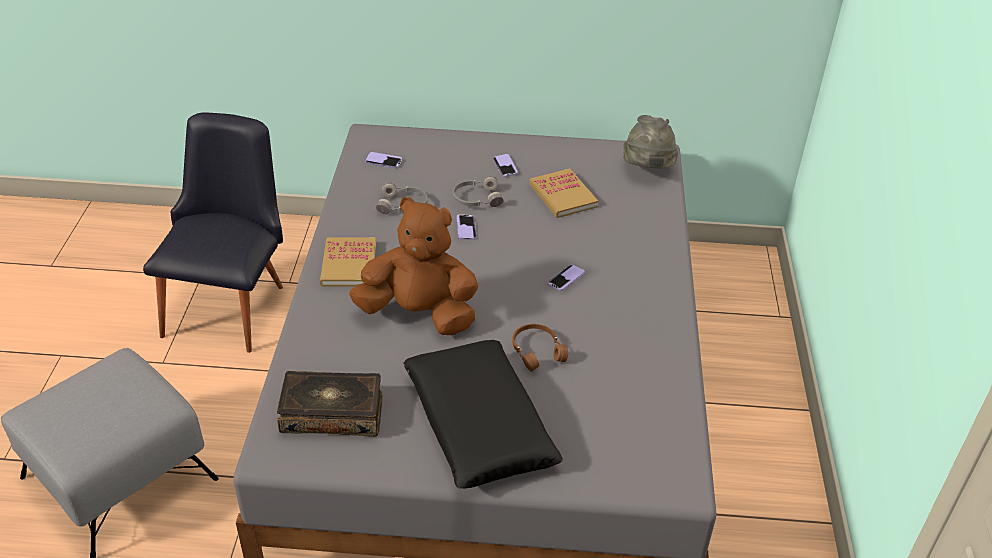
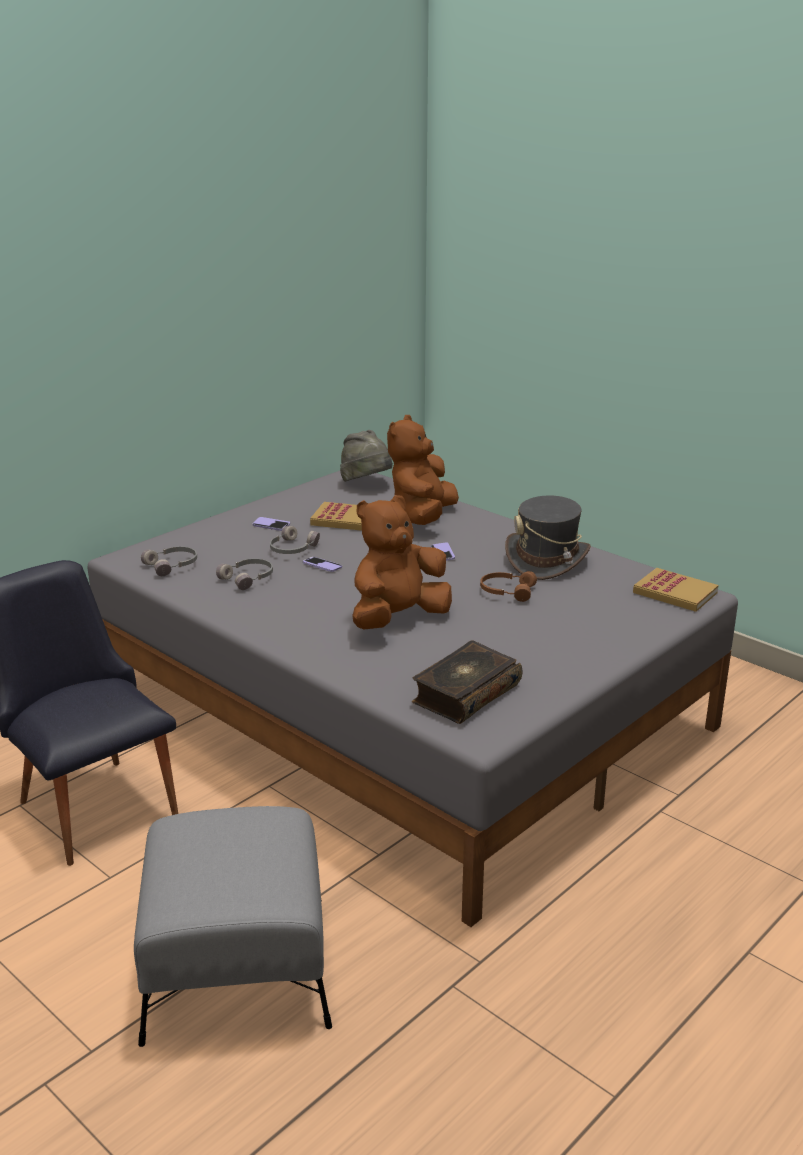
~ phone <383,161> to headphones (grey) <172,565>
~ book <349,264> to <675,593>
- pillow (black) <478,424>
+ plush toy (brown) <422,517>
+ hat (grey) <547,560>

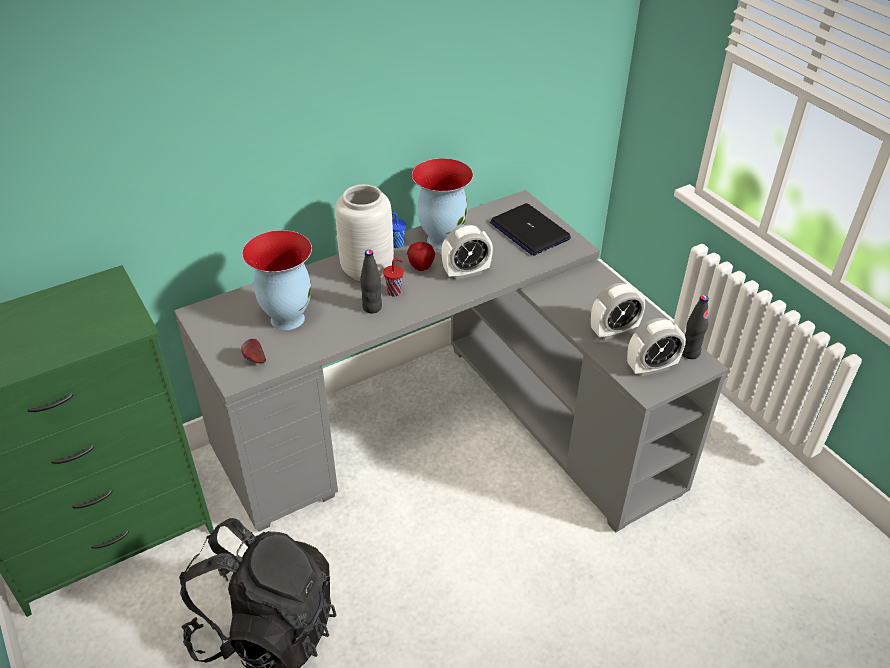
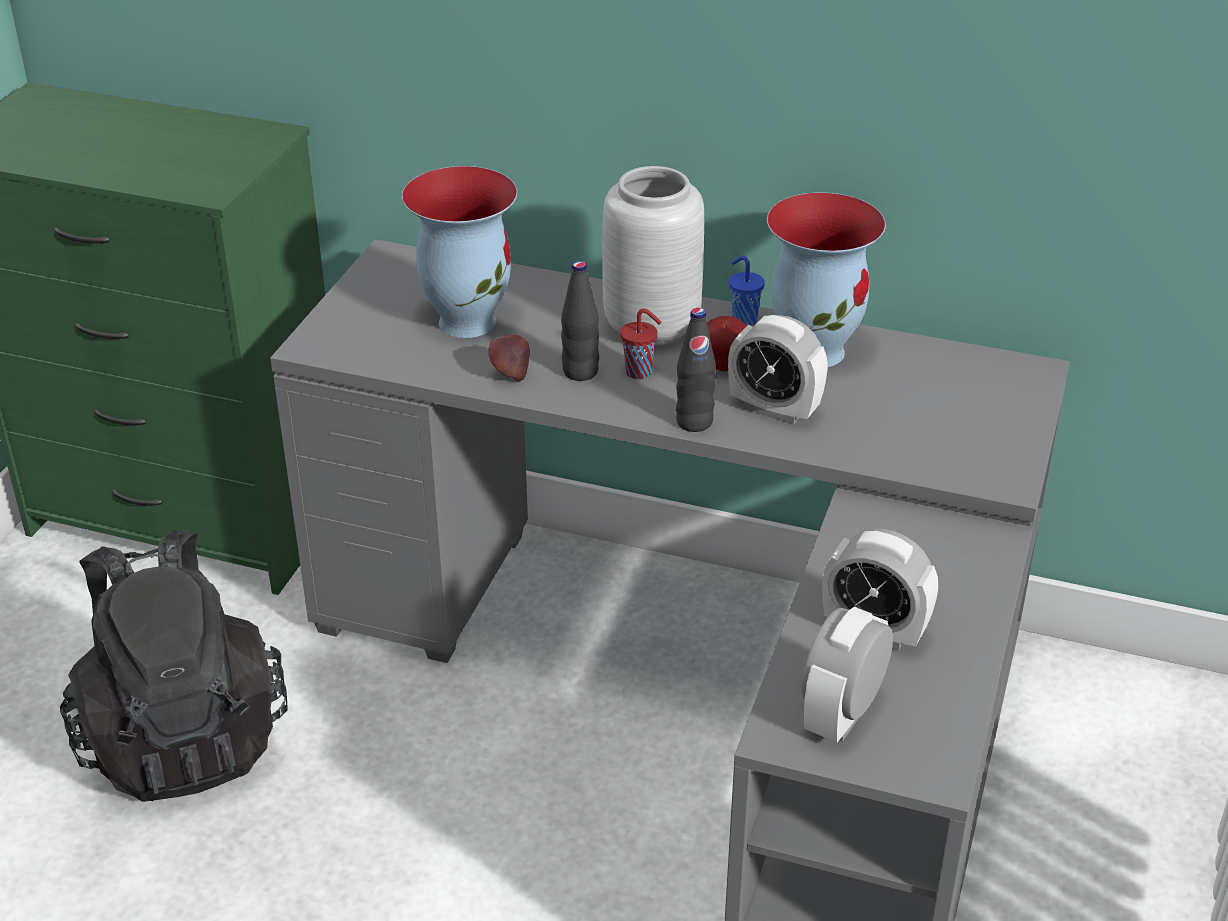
- laptop <529,231>
~ bottle (black) <689,353> to <694,422>
~ alarm clock <651,367> = <842,715> 90 degrees clockwise
~ apple <254,361> to <510,373>

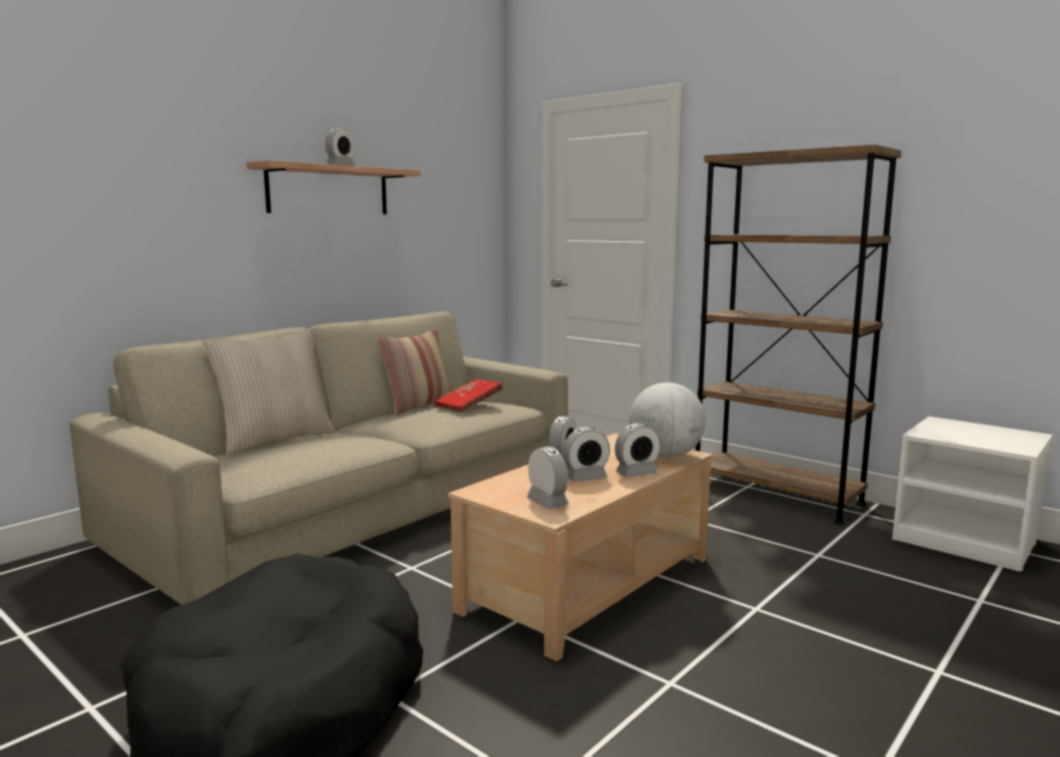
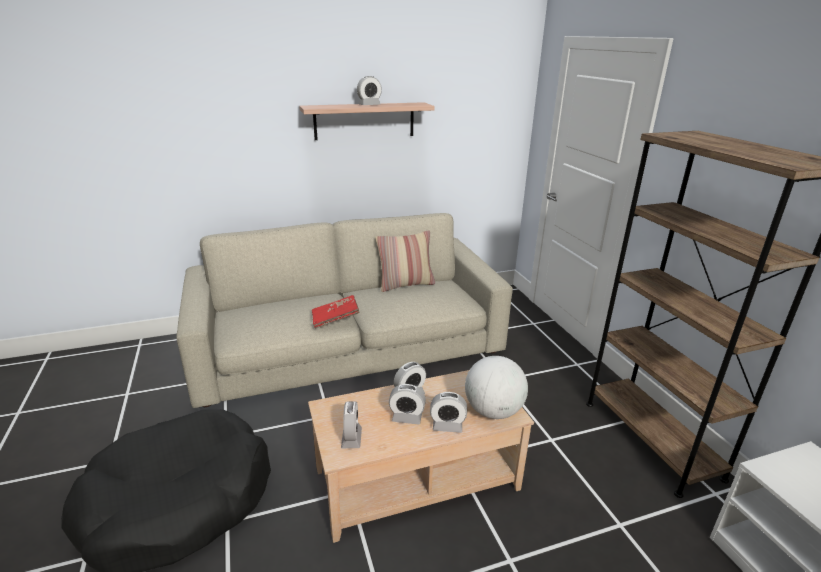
- pillow (beige) <275,439>
~ book (red) <469,406> to <335,319>

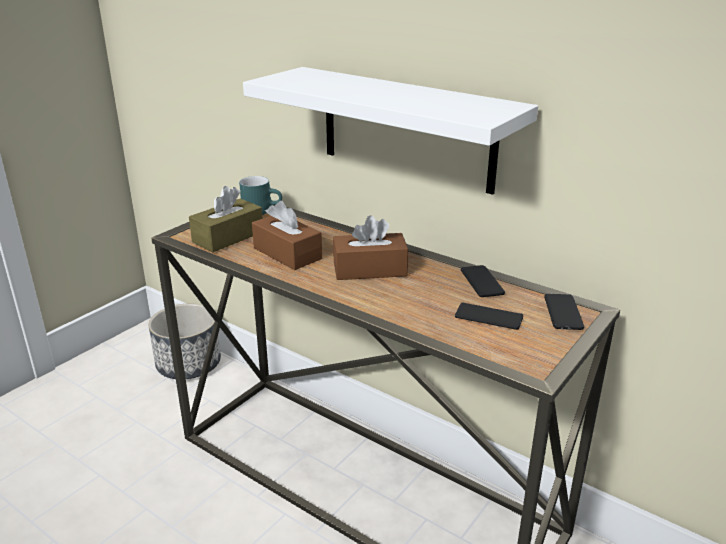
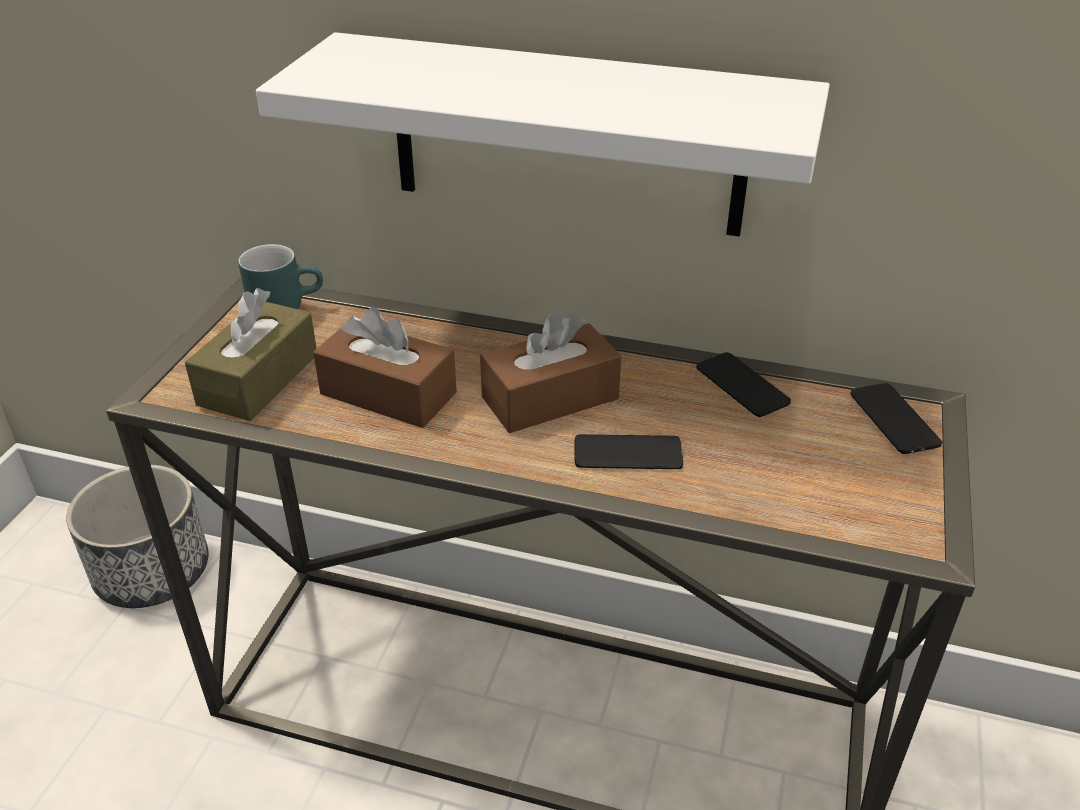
~ phone <488,317> to <628,453>

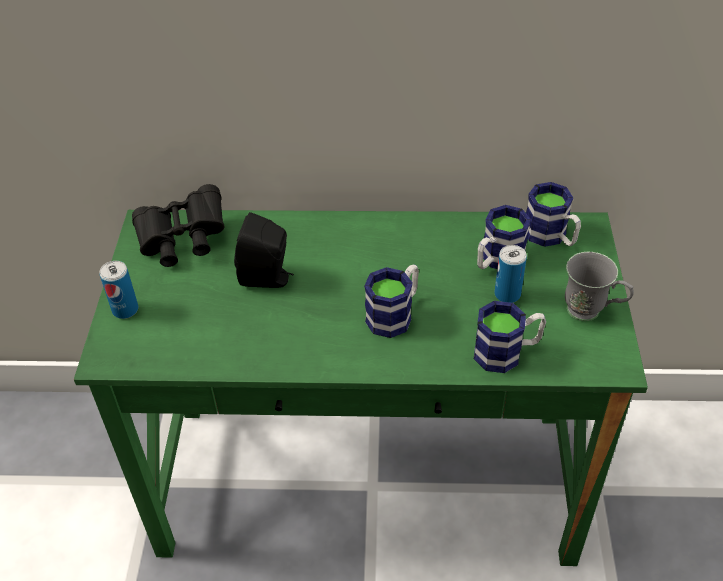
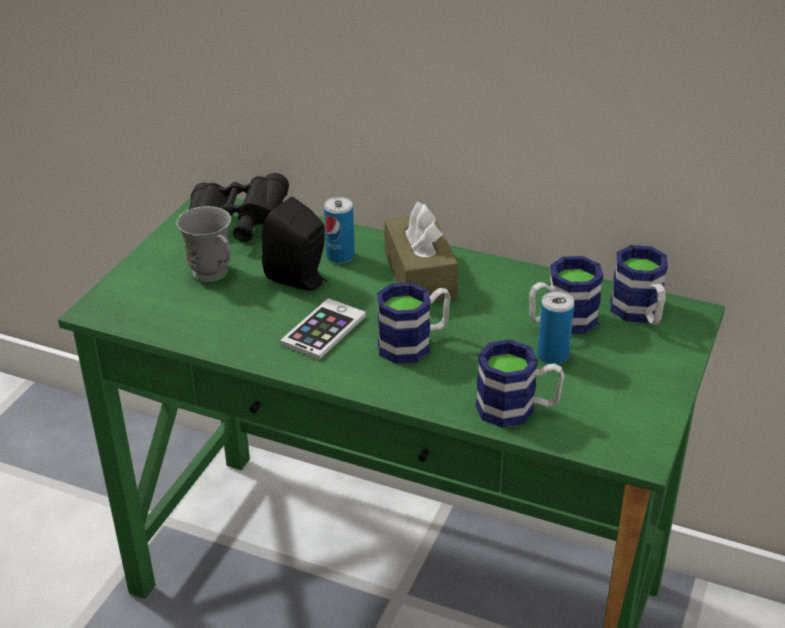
~ mug (grey) <591,313> to <215,277>
~ can <125,310> to <340,256>
+ tissue box (brown) <420,276>
+ phone <324,330>

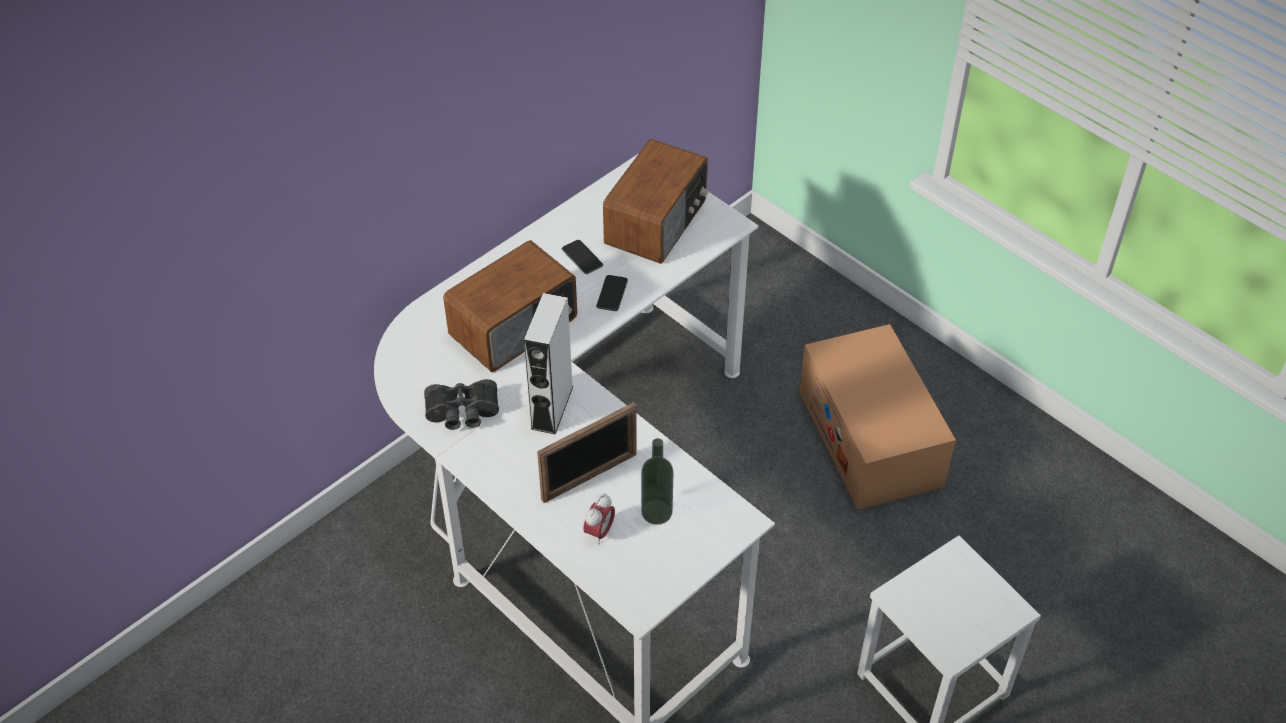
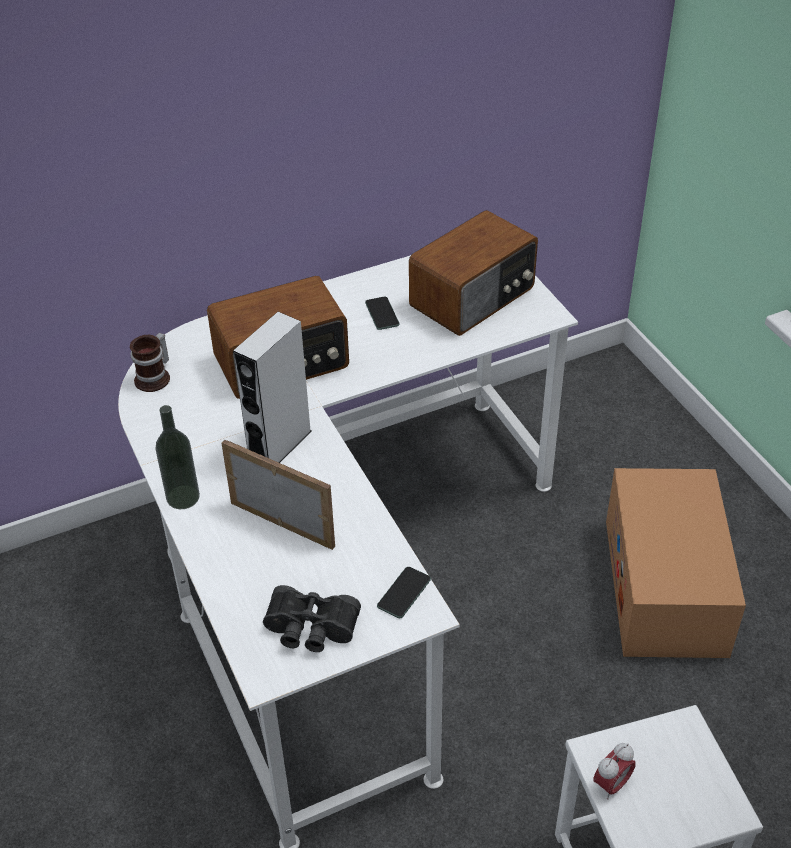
~ phone <612,293> to <404,593>
~ binoculars (black) <462,414> to <310,630>
~ picture frame <589,477> = <282,524> 135 degrees counterclockwise
~ bottle <656,512> to <183,497>
~ alarm clock <599,532> to <611,784>
+ mug <156,378>

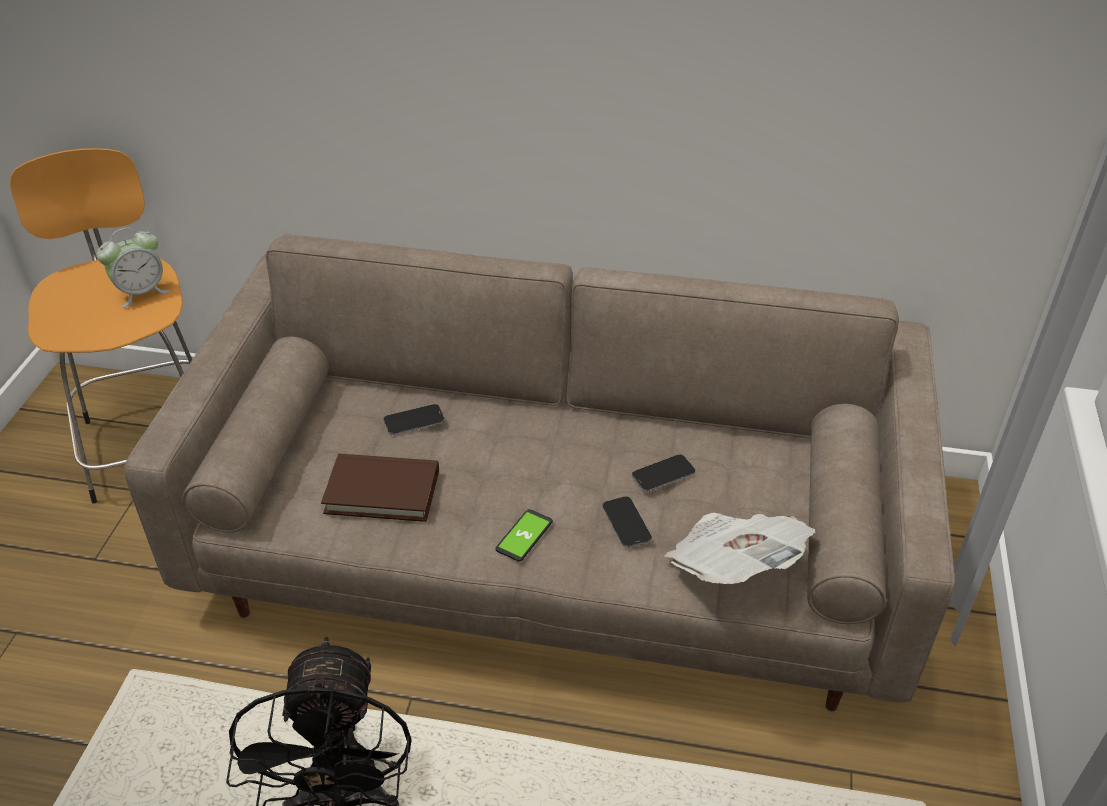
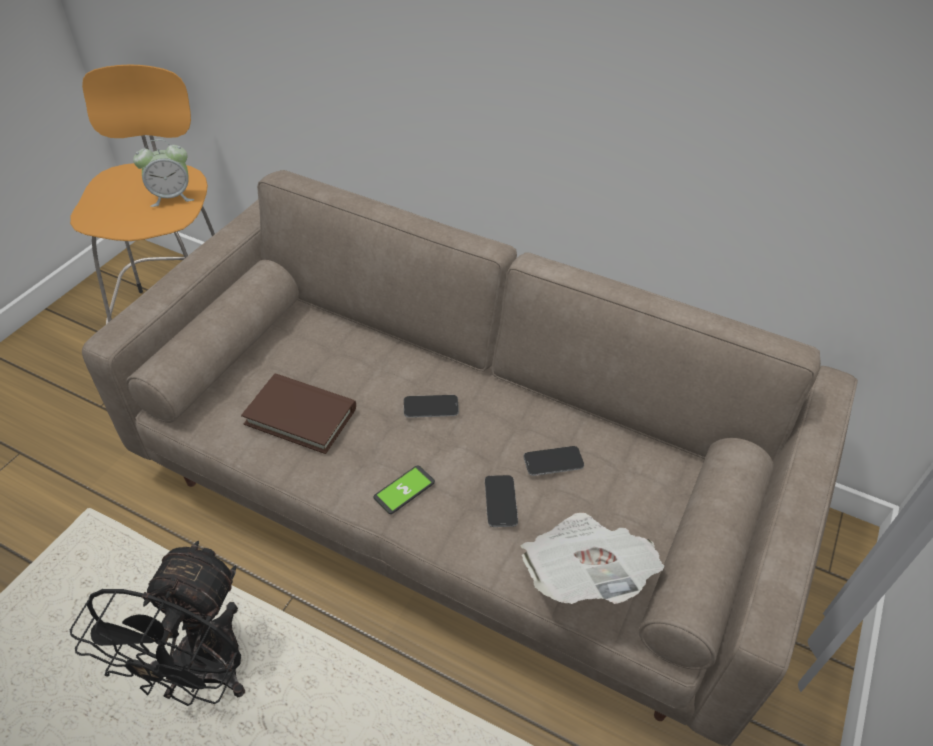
~ phone <414,421> to <431,407>

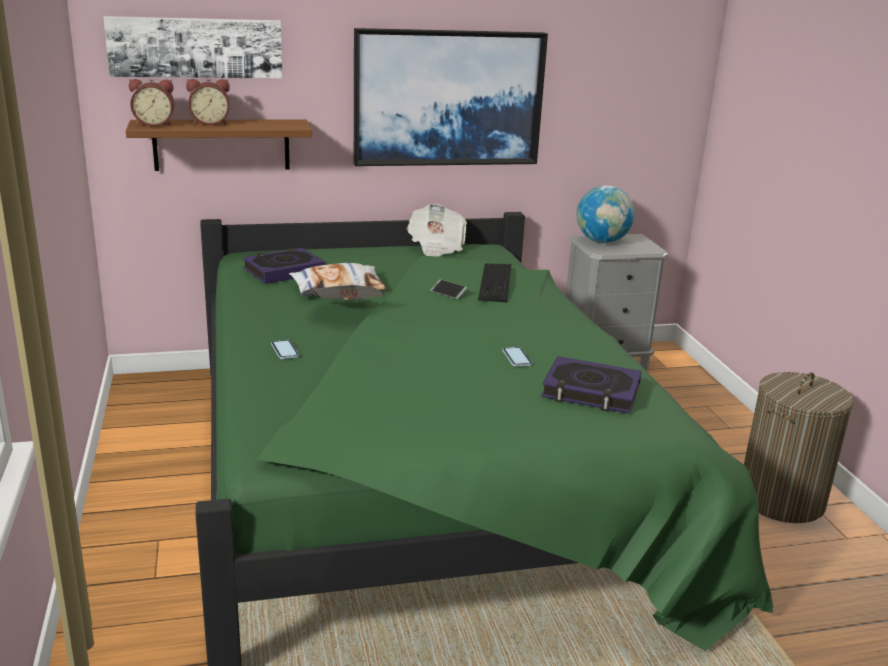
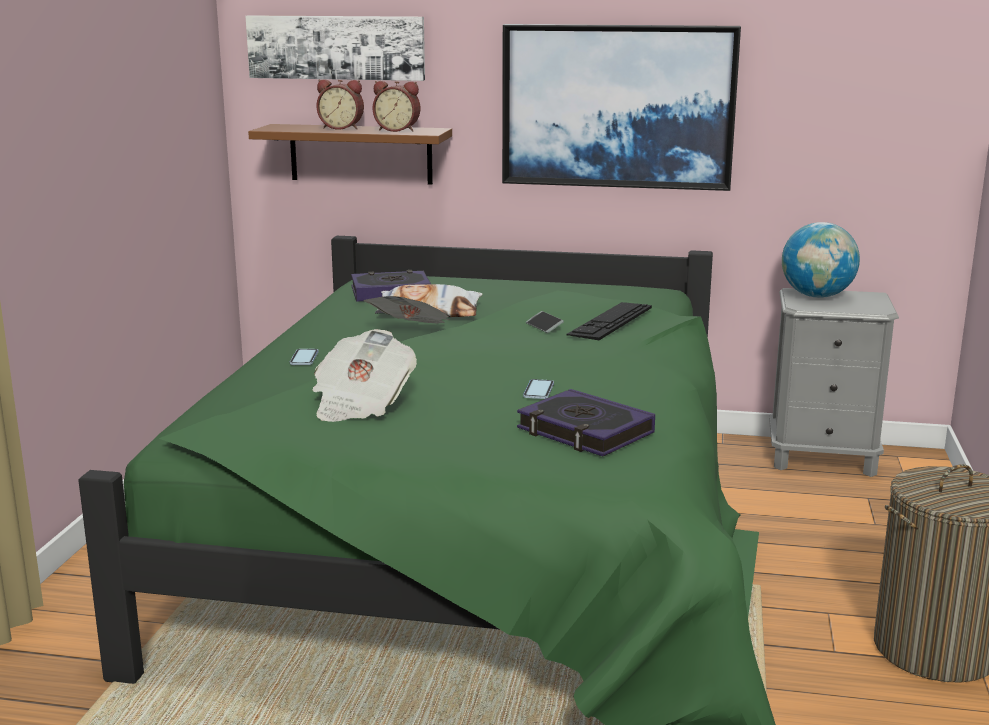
~ alarm clock <154,124> to <398,130>
~ newspaper <436,247> to <360,404>

